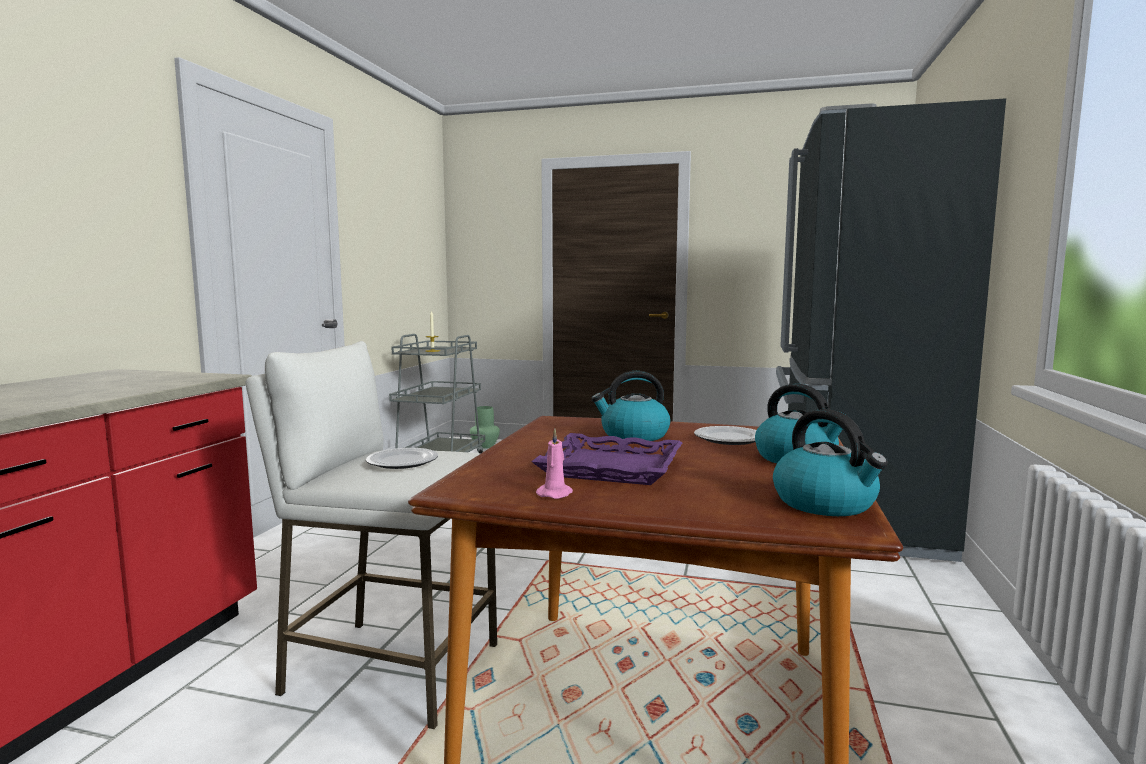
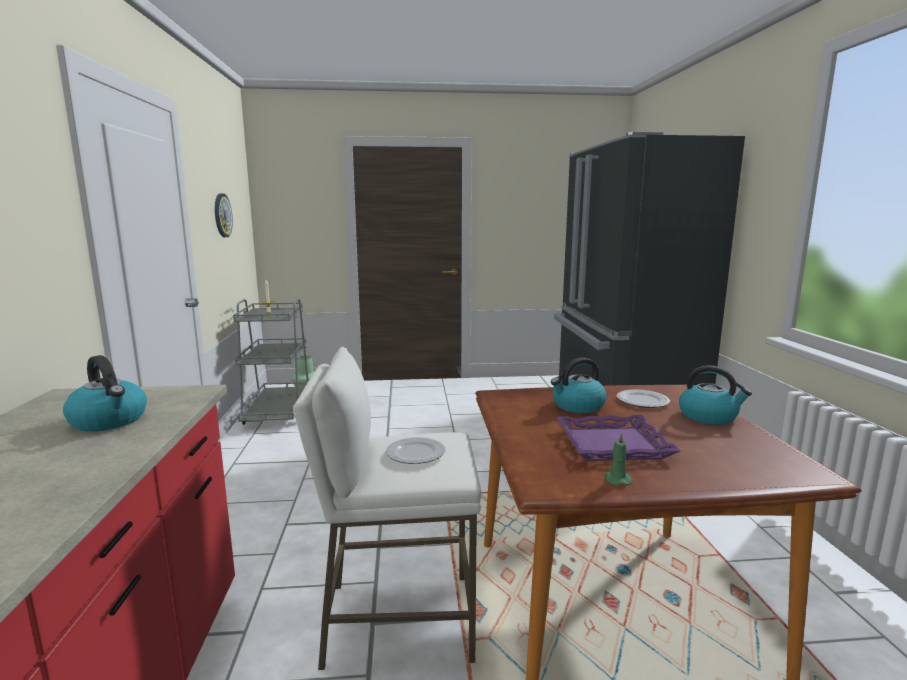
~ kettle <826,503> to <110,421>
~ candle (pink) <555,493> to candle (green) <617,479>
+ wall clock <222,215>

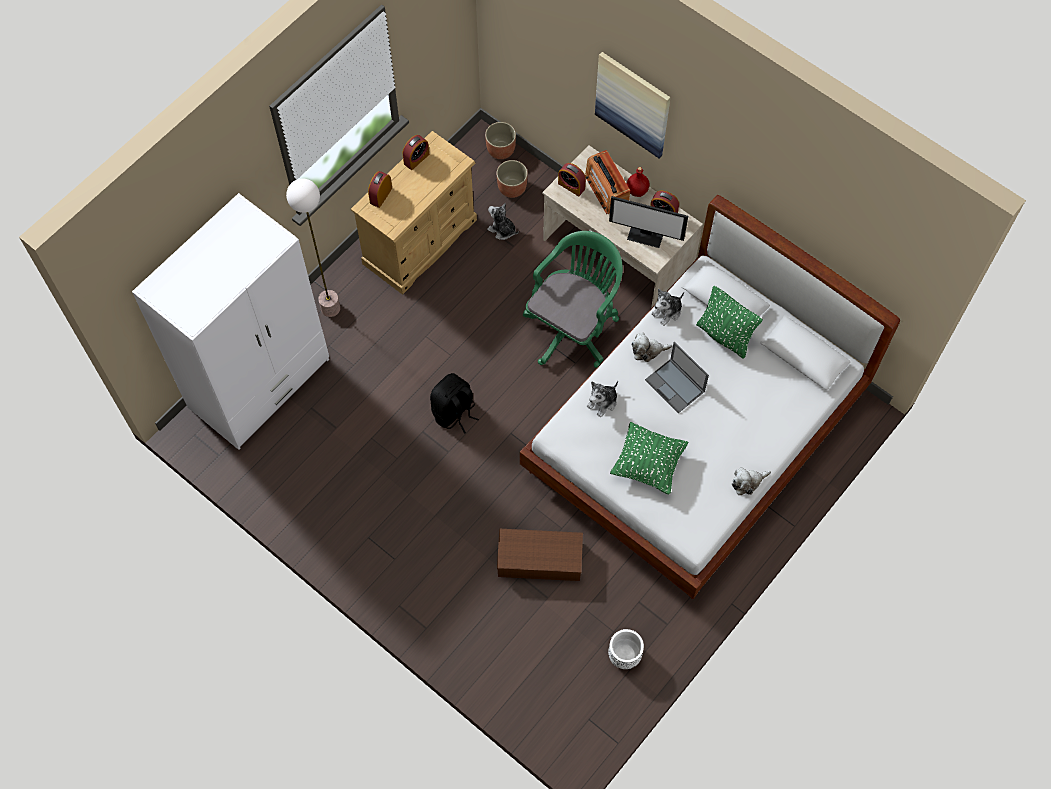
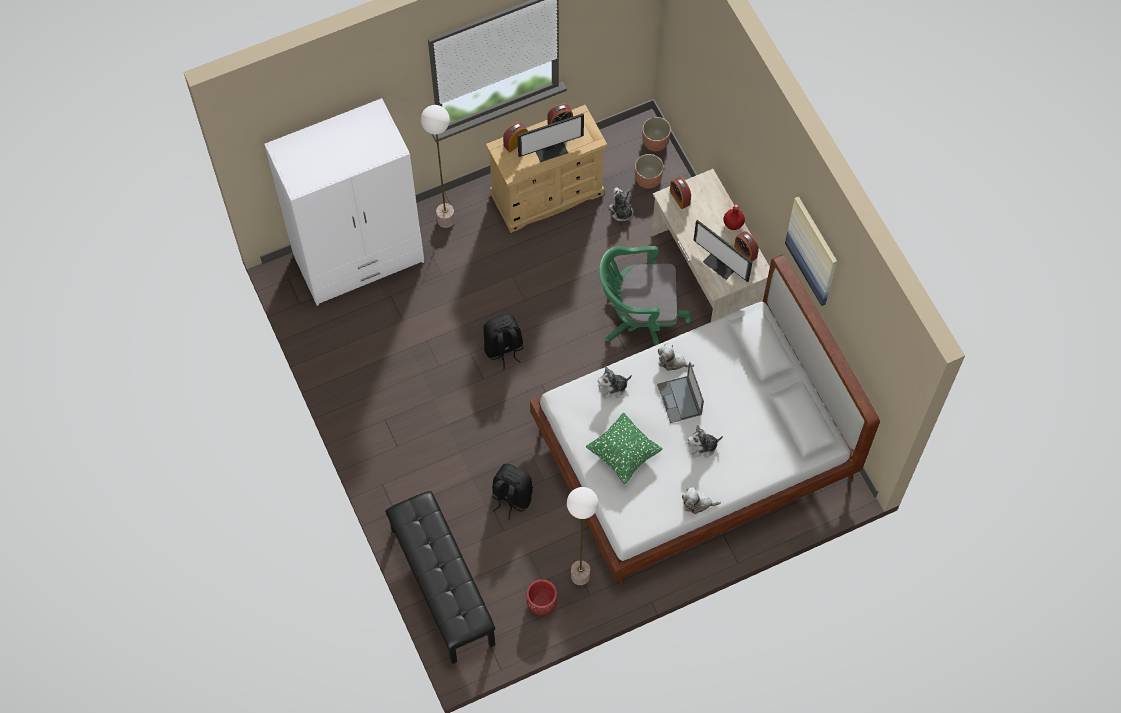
~ picture <633,104> to <812,250>
- radio <606,190>
~ office chair (green) <573,326> = <639,318> 150 degrees counterclockwise
- pillow (green) <725,335>
~ plush toy <667,312> to <702,447>
~ storage box (brown) <538,560> to backpack (black) <511,497>
~ planter (white) <624,655> to planter (red) <541,603>
+ monitor <551,149>
+ floor lamp <580,576>
+ bench (black) <441,586>

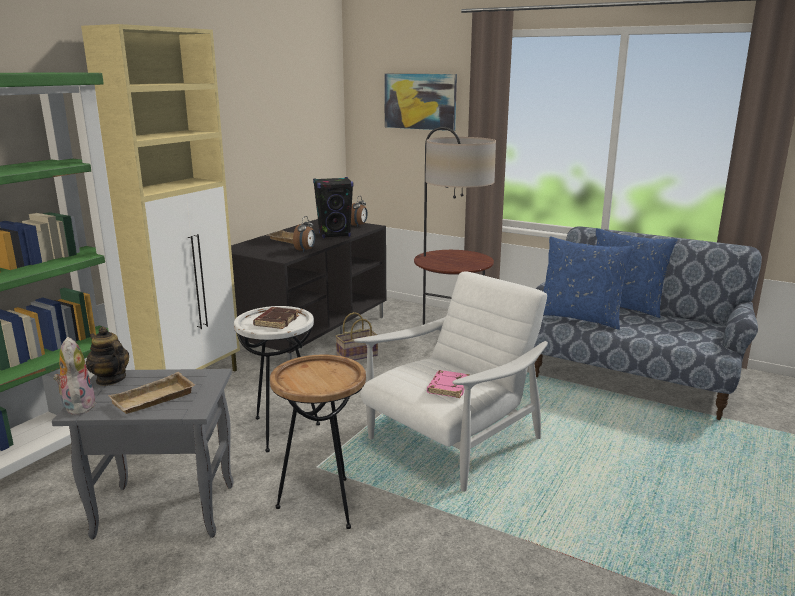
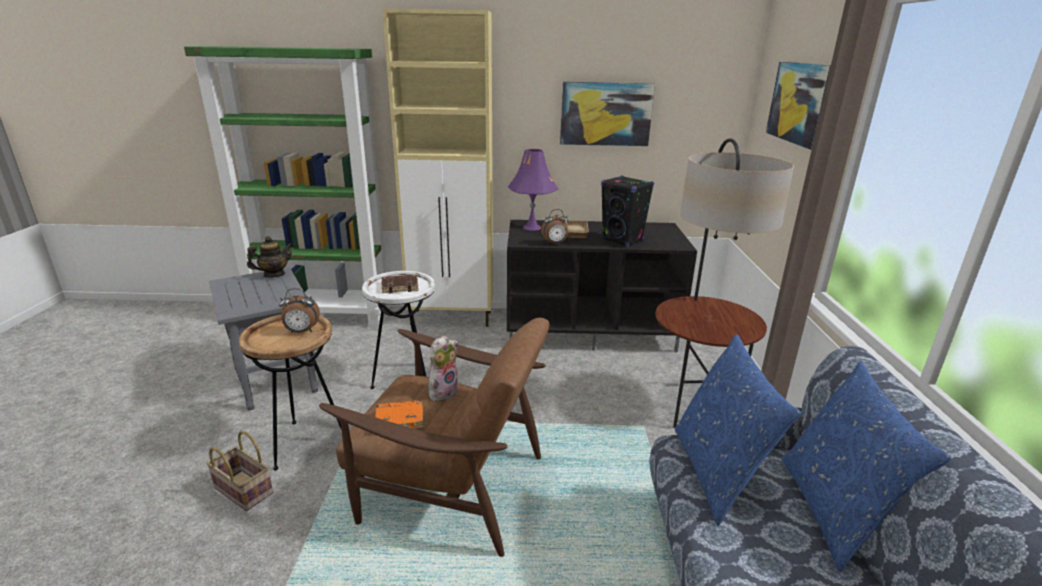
~ alarm clock <359,225> to <302,332>
~ armchair (white) <452,441> to armchair (brown) <449,485>
~ basket <356,356> to <242,491>
~ teapot <110,379> = <274,274> 45 degrees clockwise
~ plush toy <78,406> to <443,391>
~ book (pink) <448,387> to book (orange) <400,419>
- tray (beige) <153,400>
+ picture <605,114>
+ table lamp (purple) <532,227>

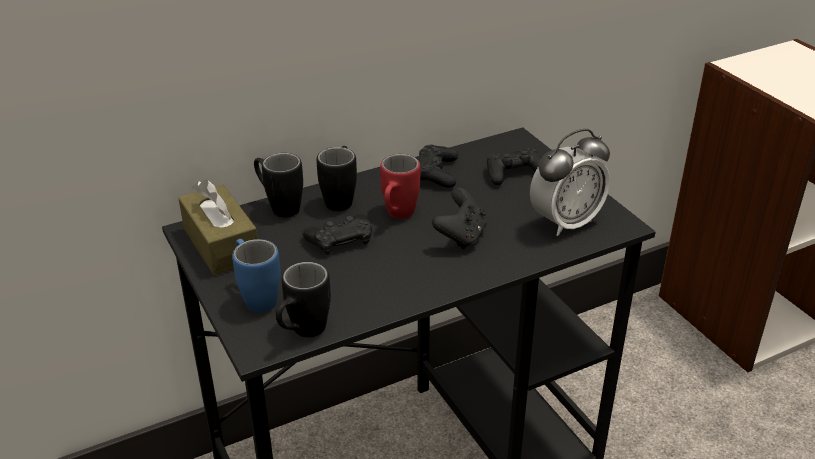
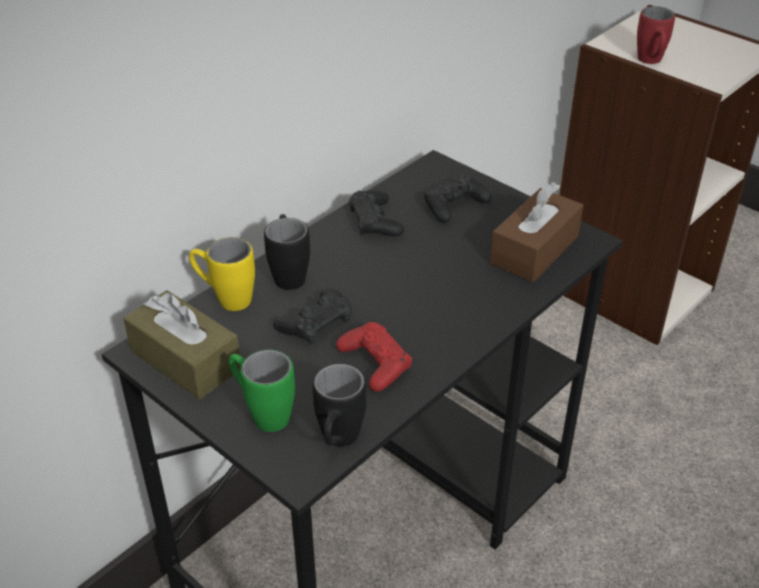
~ alarm clock <565,222> to tissue box (brown) <534,250>
~ mug (black) <279,206> to mug (yellow) <225,298>
~ mug (red) <397,216> to <651,62>
- game controller (black) <461,236>
~ mug (blue) <256,296> to mug (green) <262,413>
+ game controller (red) <375,363>

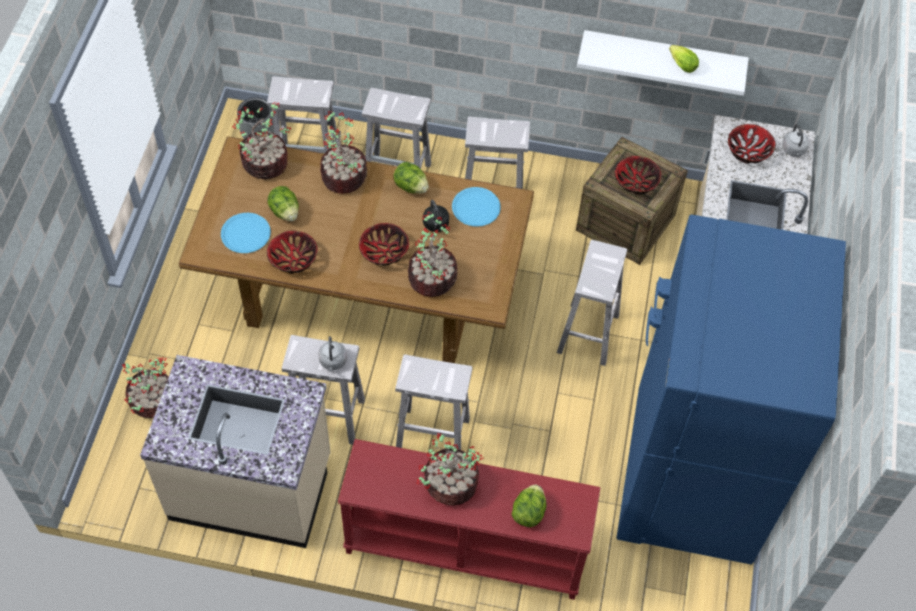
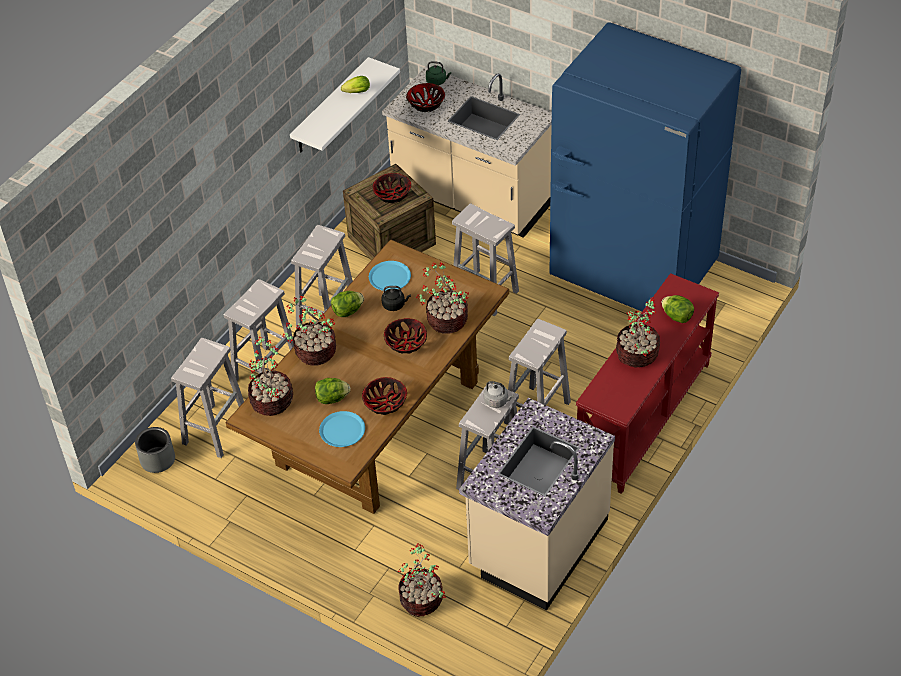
~ kettle (grey) <794,150> to kettle (green) <437,81>

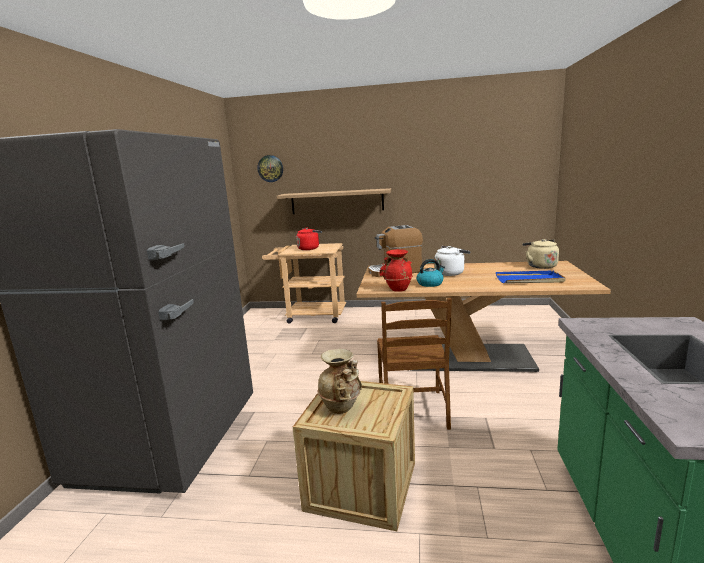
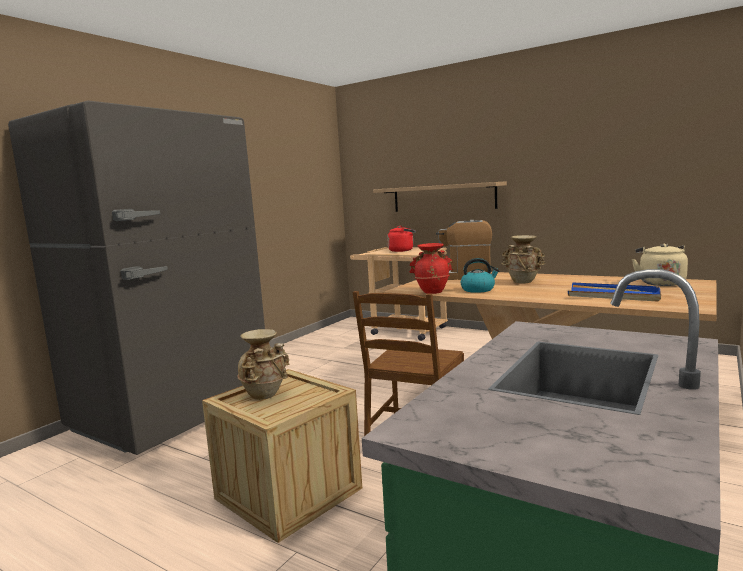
- wall clock <270,168>
~ kettle (white) <450,273> to vase (beige) <523,282>

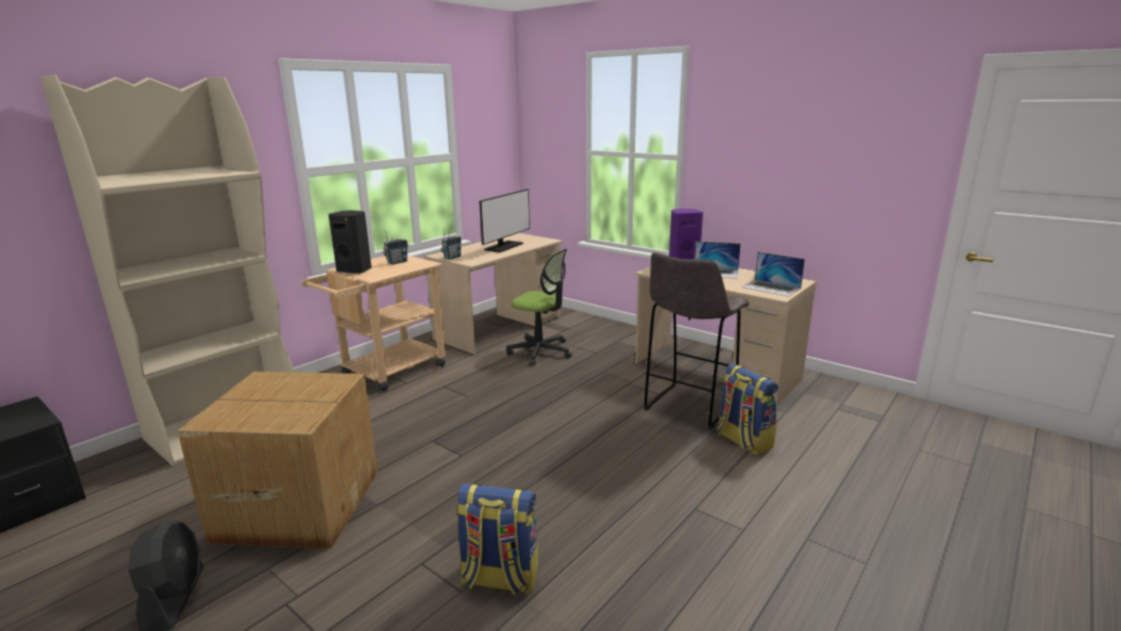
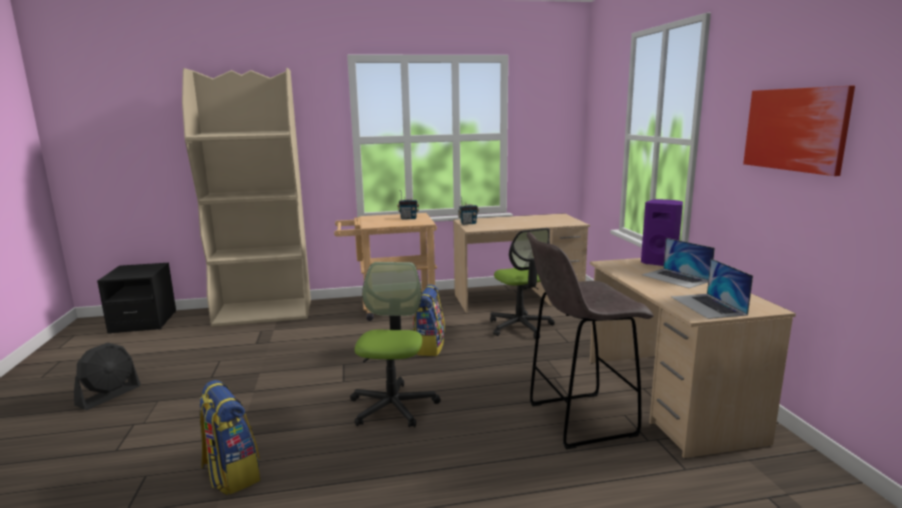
- monitor <504,247>
- speaker (black) <355,270>
~ backpack <743,441> to <428,347>
- cardboard box <298,503>
+ picture <795,129>
+ office chair <393,407>

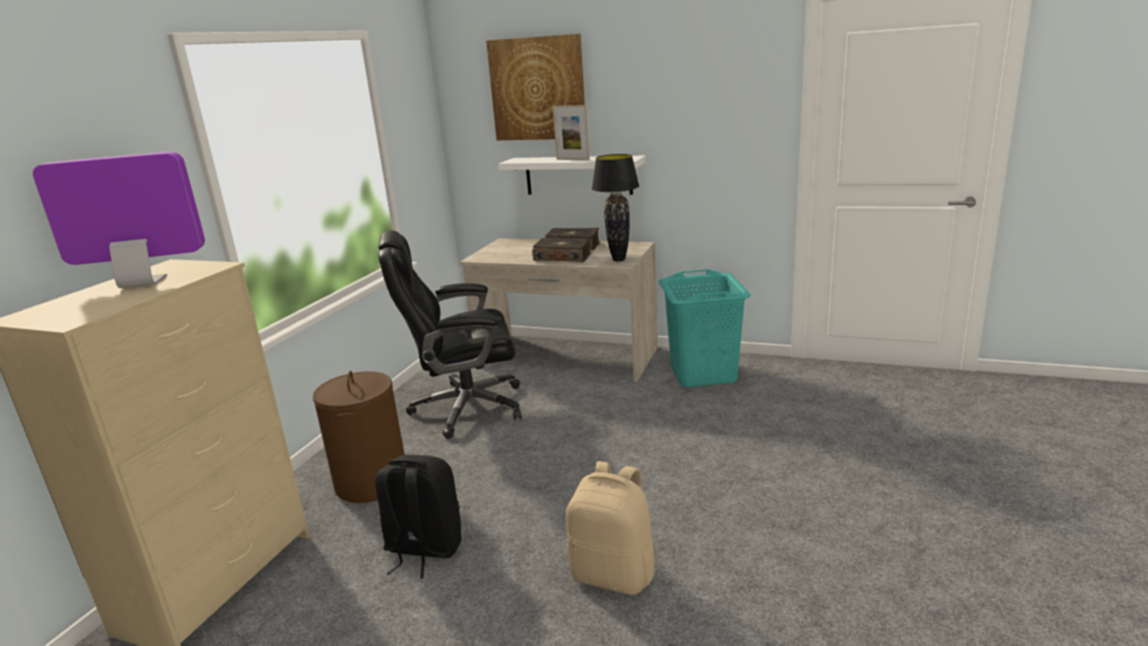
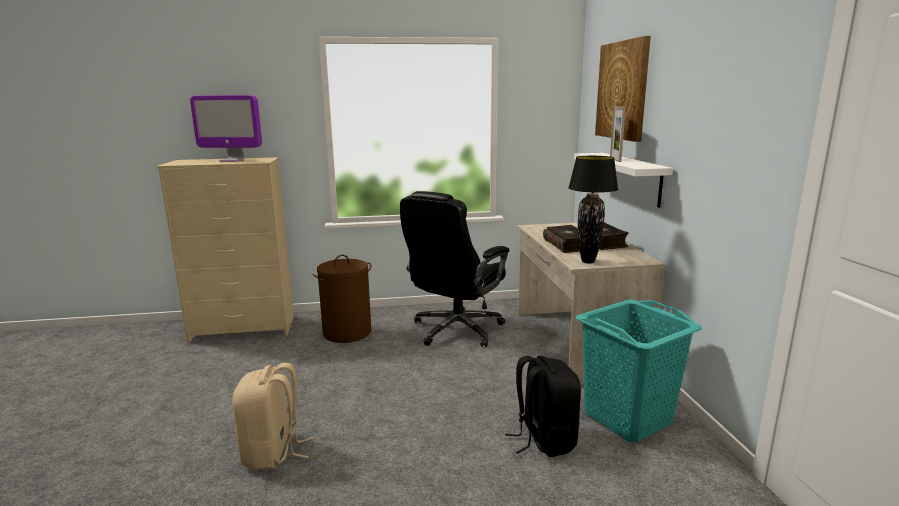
~ monitor <143,283> = <232,160> 135 degrees clockwise
~ office chair (black) <465,408> = <456,330> 105 degrees counterclockwise
~ backpack (black) <423,549> to <544,439>

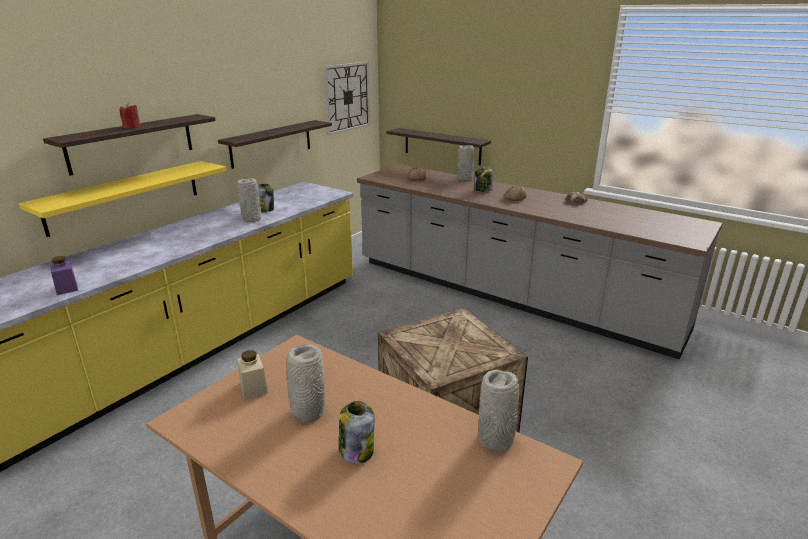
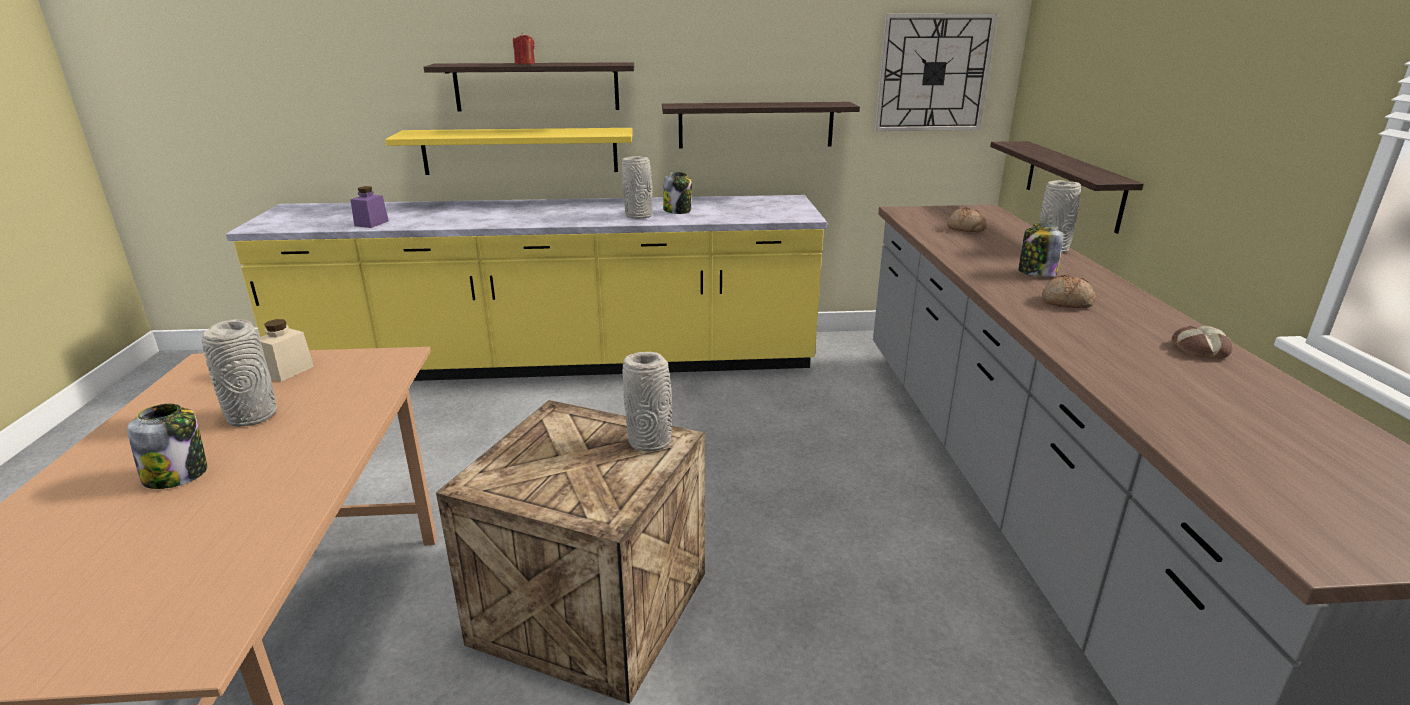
~ vase (grey) <496,439> to <651,442>

